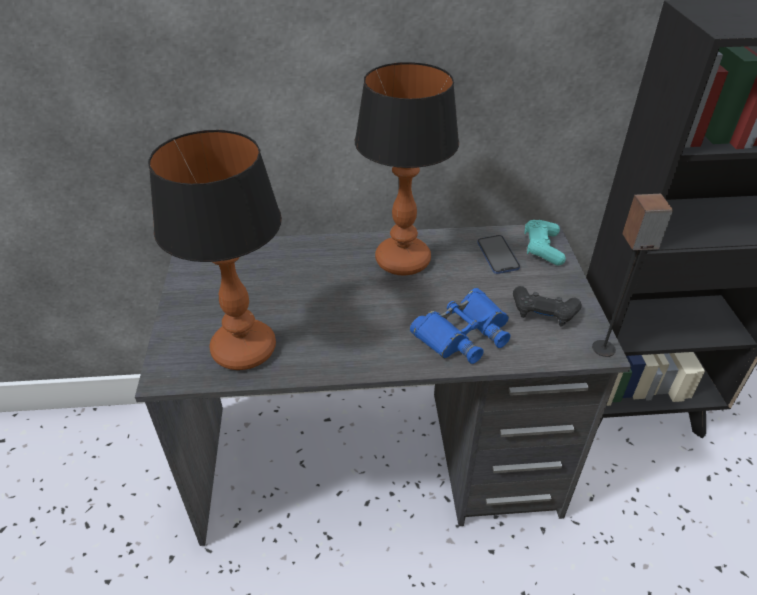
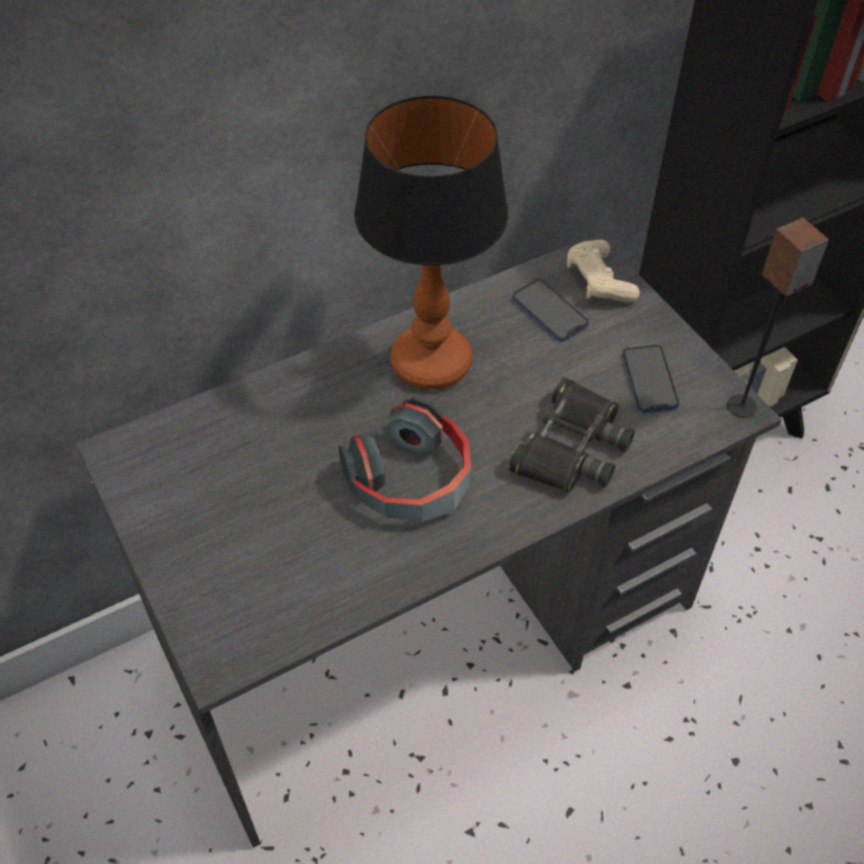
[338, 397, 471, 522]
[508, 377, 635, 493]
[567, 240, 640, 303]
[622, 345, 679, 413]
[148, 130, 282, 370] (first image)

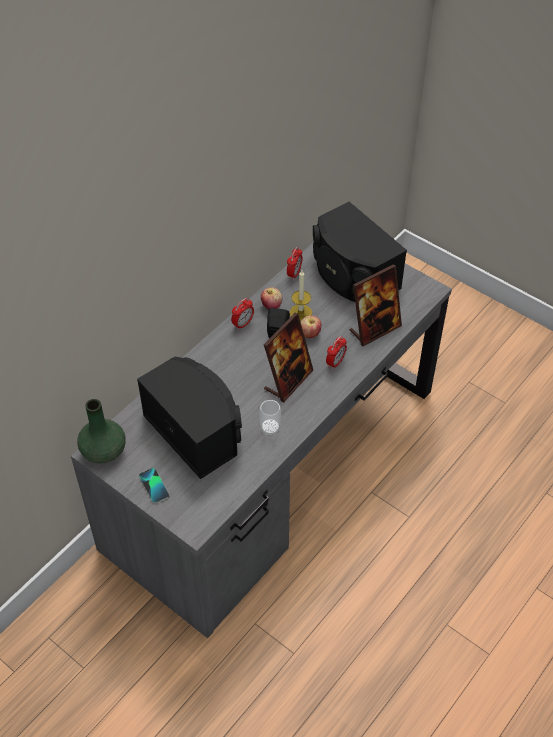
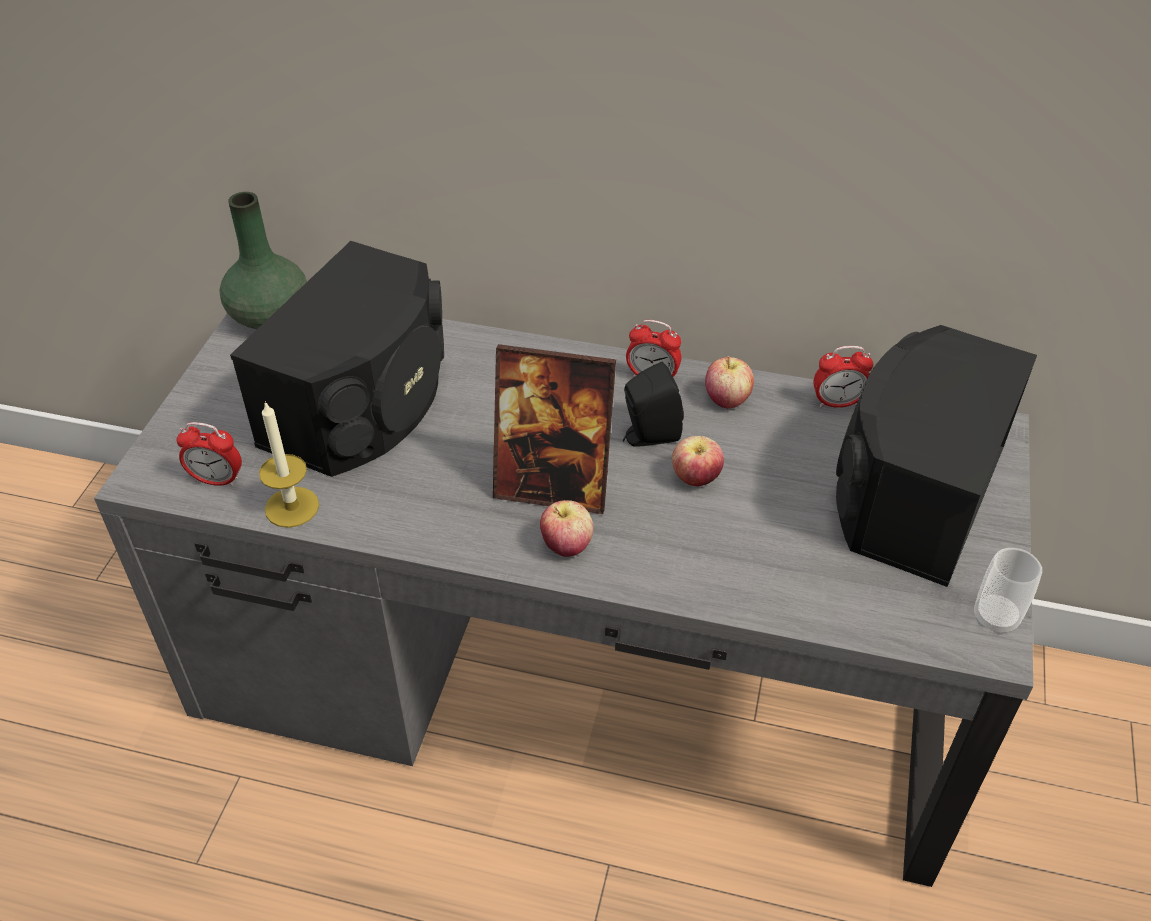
[176, 422, 242, 487]
[259, 401, 319, 528]
[540, 500, 593, 557]
[974, 548, 1042, 635]
[139, 468, 169, 504] (first image)
[350, 264, 402, 346] (first image)

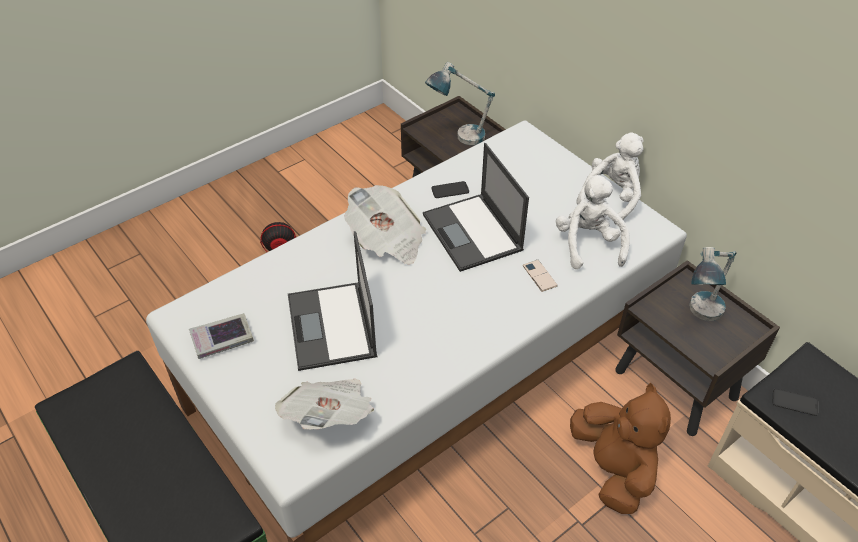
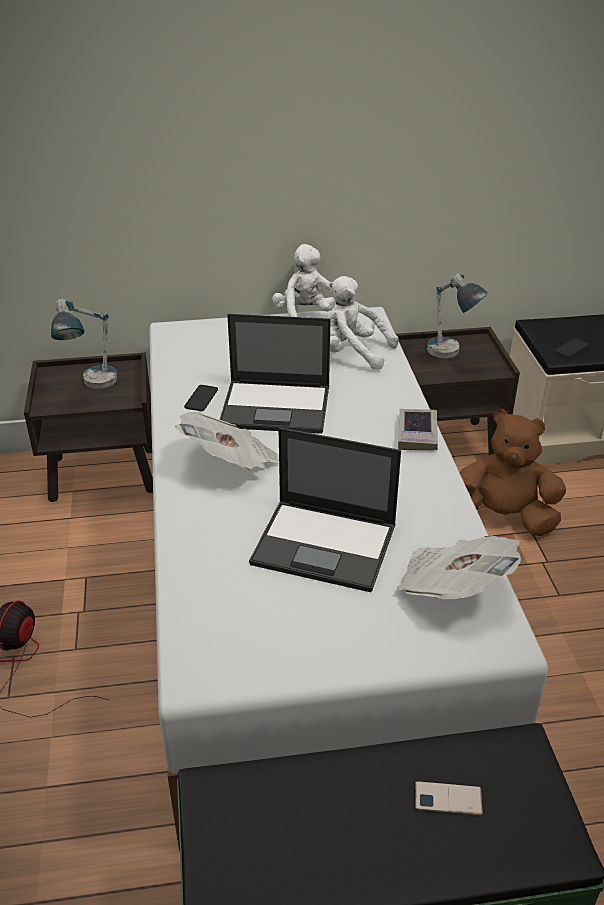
[398, 409, 438, 451]
[415, 781, 483, 815]

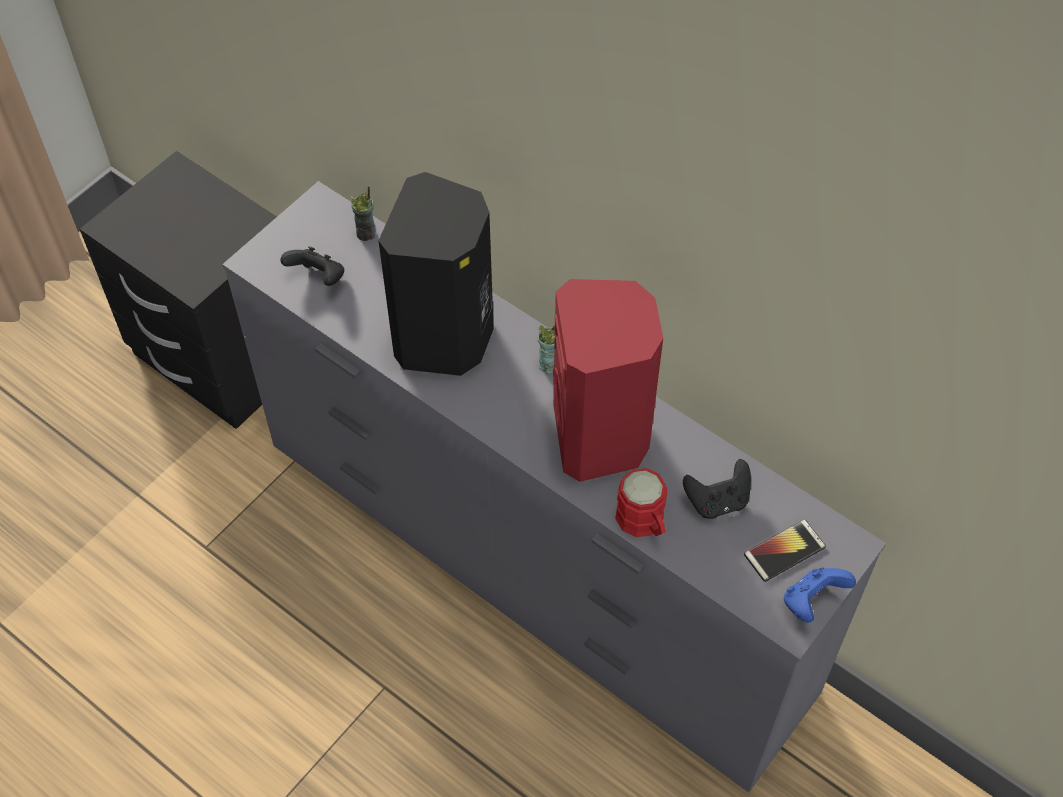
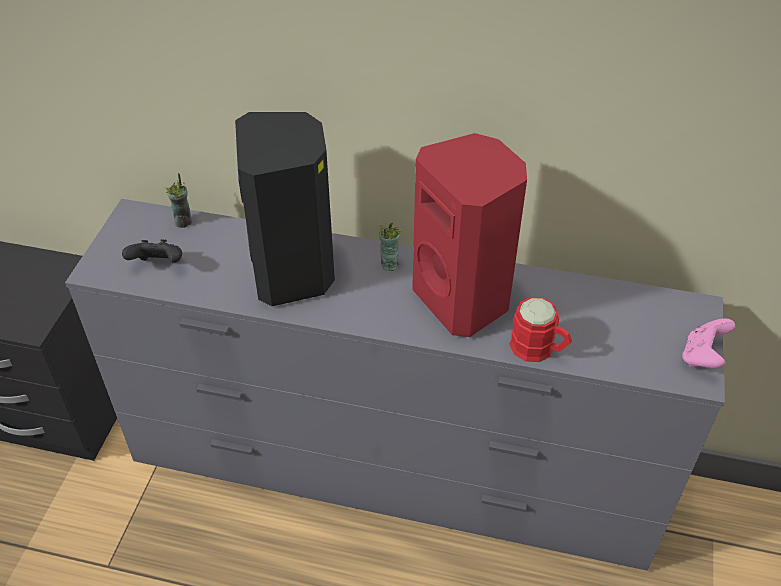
[682, 318, 736, 368]
[683, 459, 751, 519] (first image)
[744, 520, 826, 582] (first image)

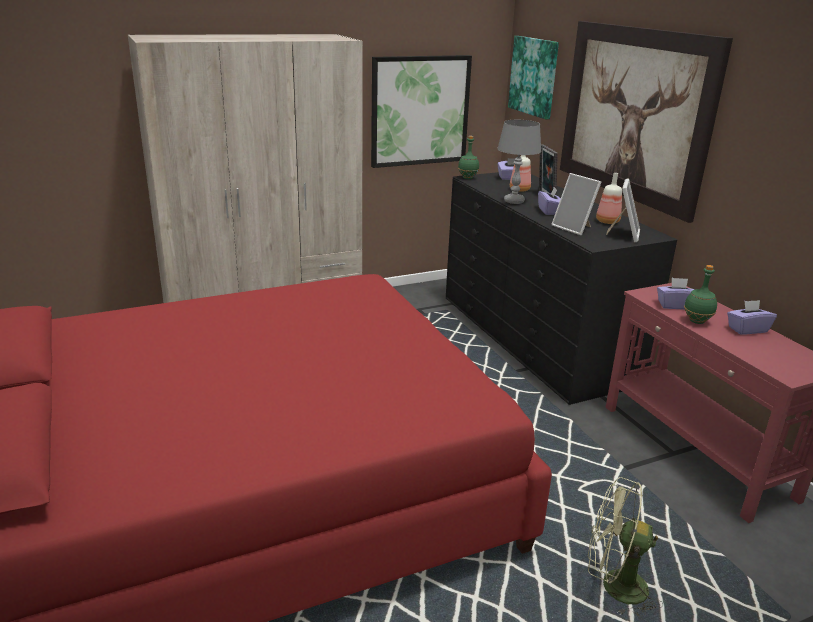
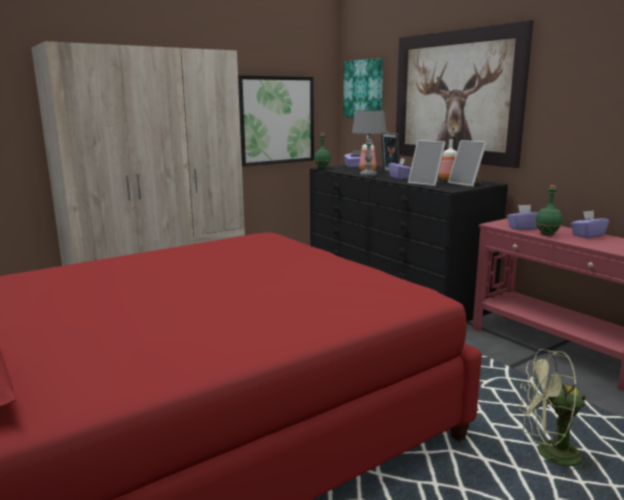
[448, 140, 487, 187]

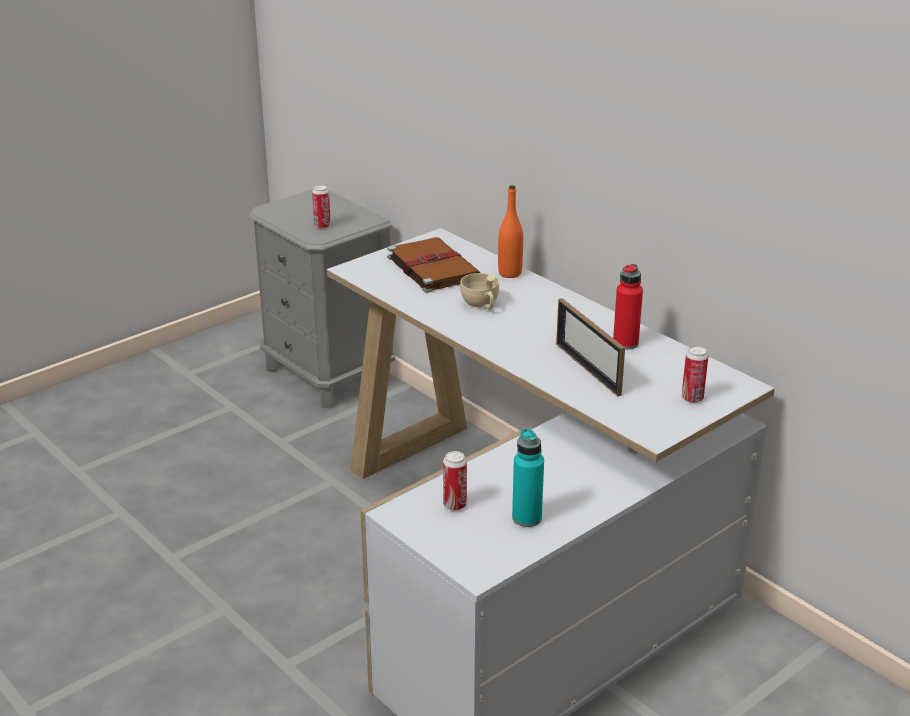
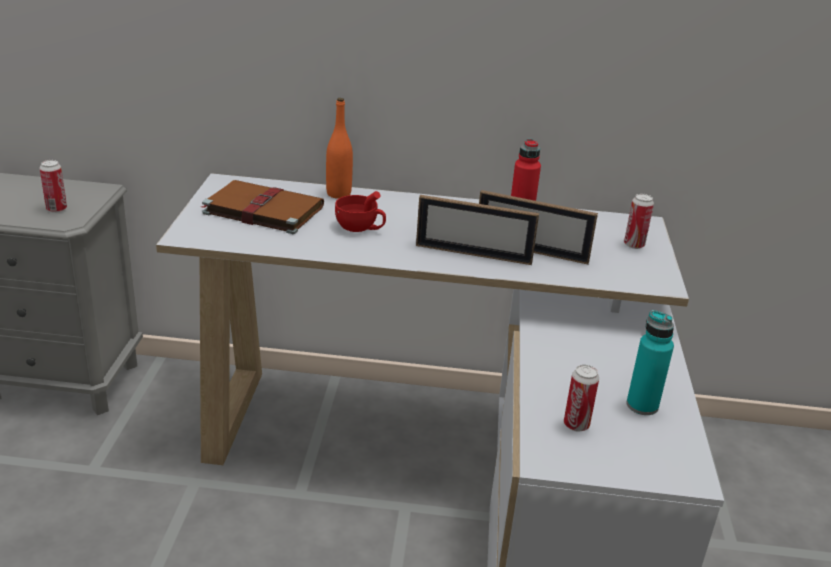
[335, 191, 386, 232]
[416, 195, 539, 265]

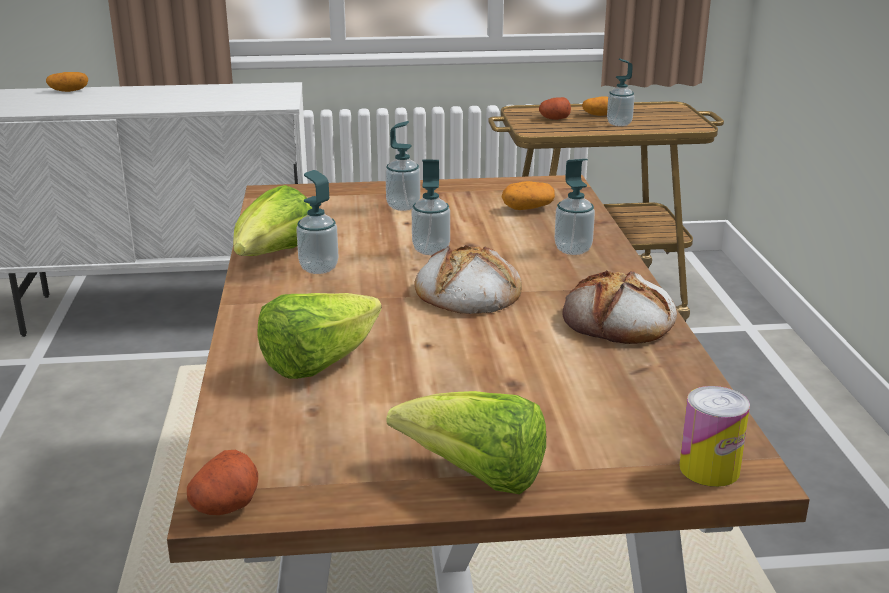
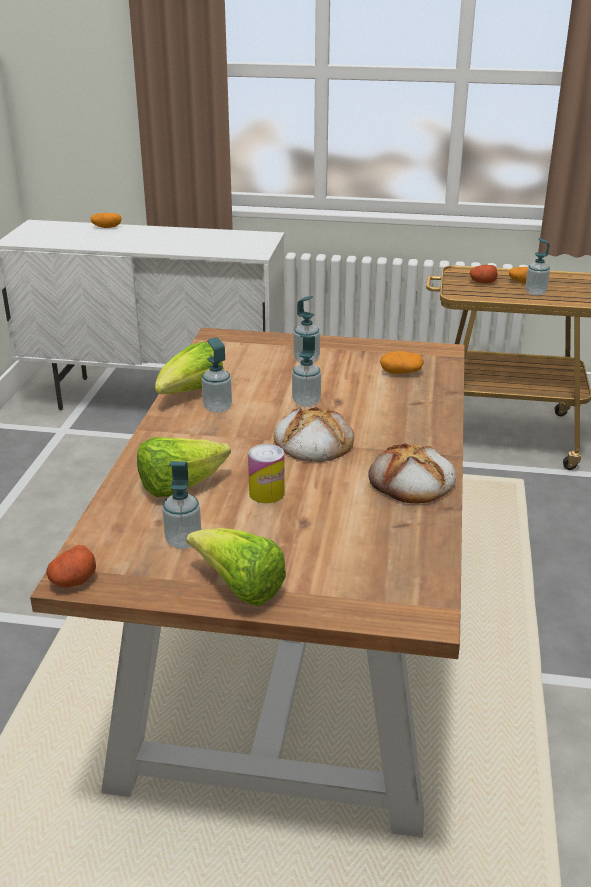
[162, 461, 201, 549]
[248, 444, 285, 503]

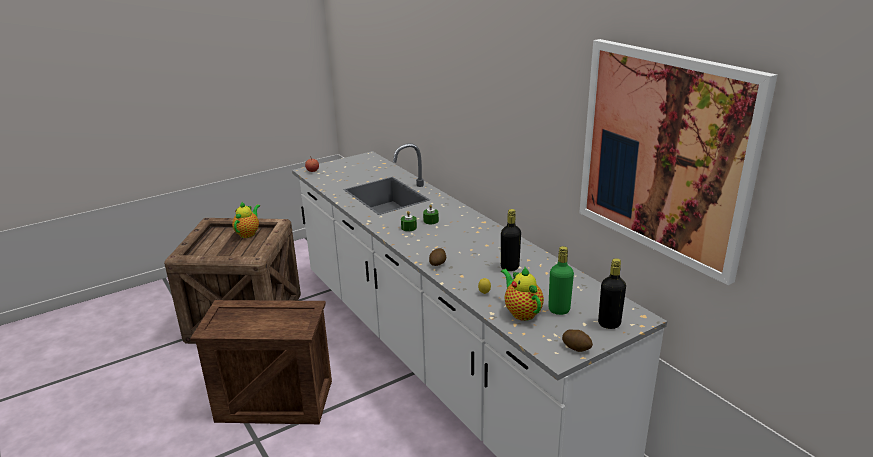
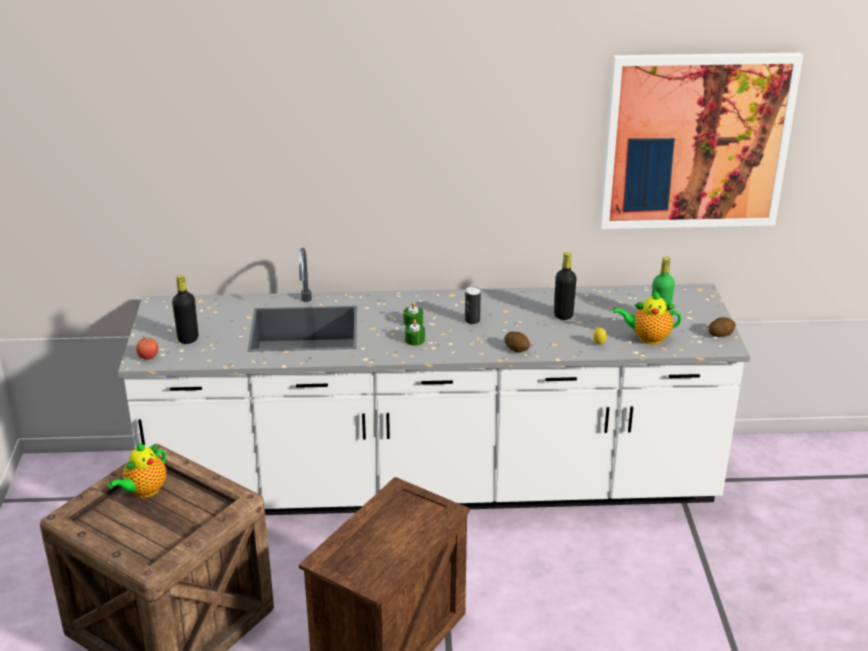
[108, 443, 166, 498]
[172, 274, 198, 344]
[465, 286, 481, 324]

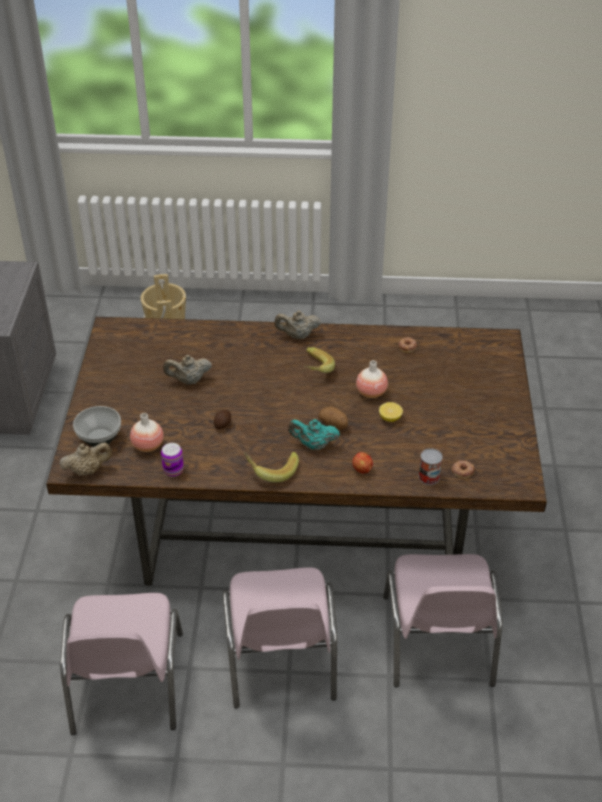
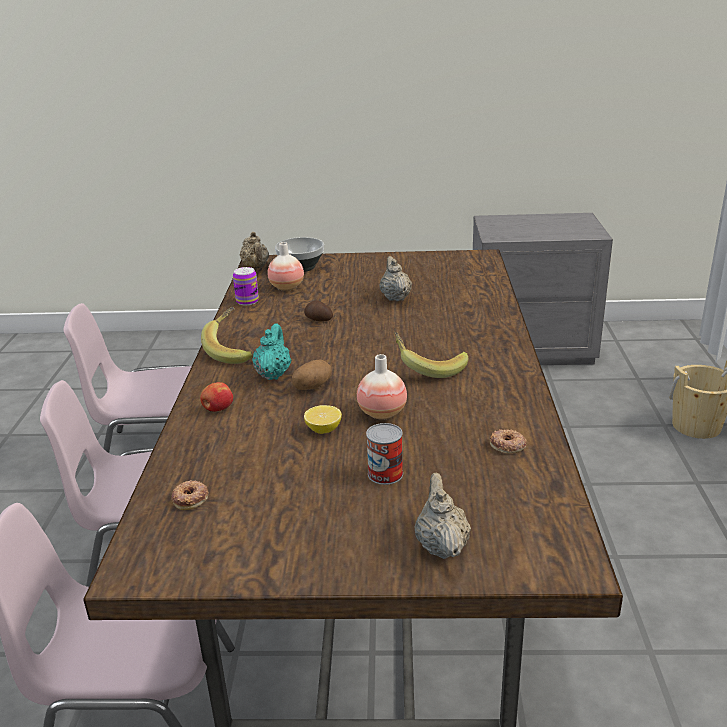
[366, 423, 403, 485]
[414, 472, 471, 559]

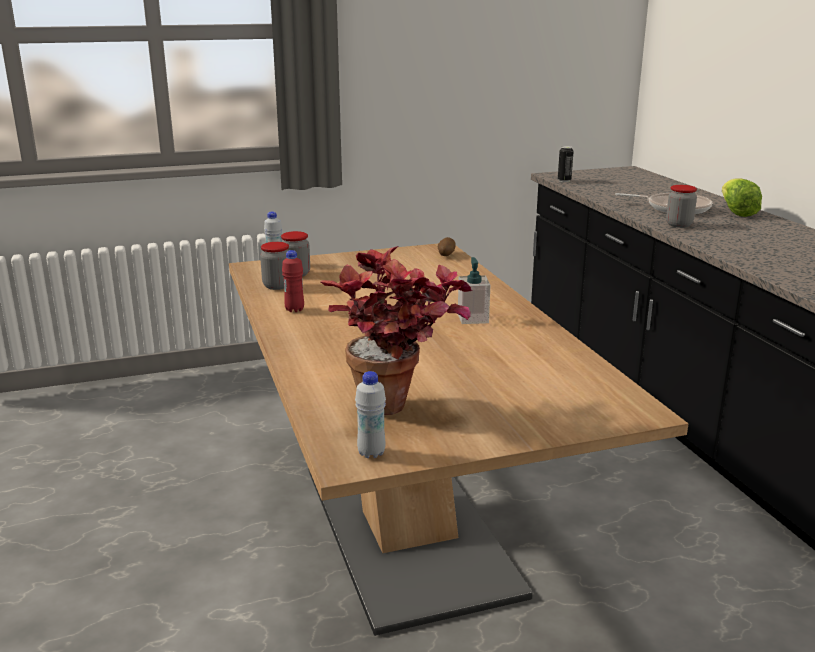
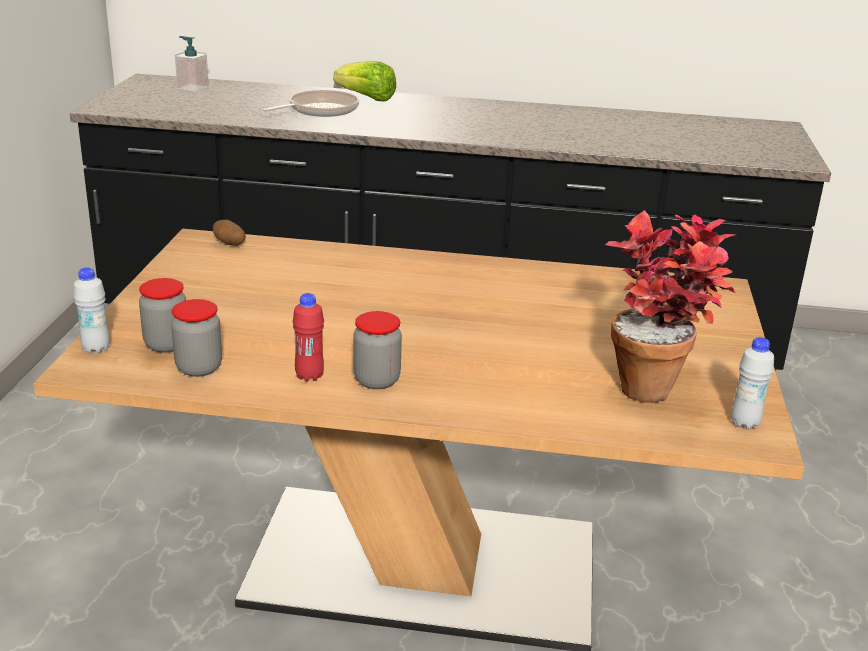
[175, 36, 209, 92]
[353, 311, 402, 389]
[558, 146, 574, 182] (first image)

